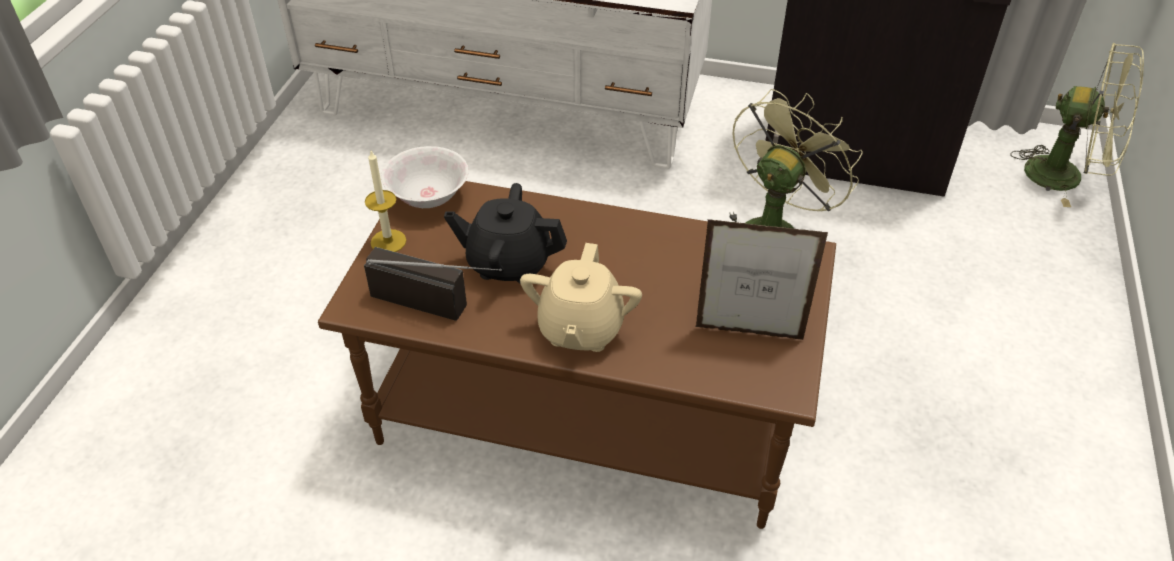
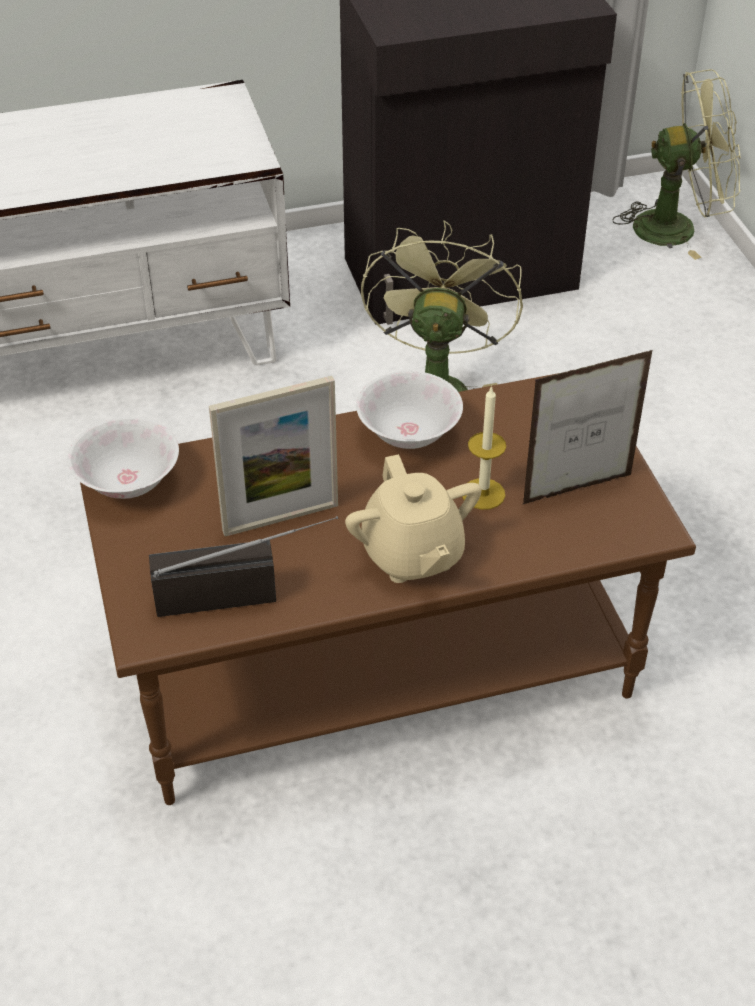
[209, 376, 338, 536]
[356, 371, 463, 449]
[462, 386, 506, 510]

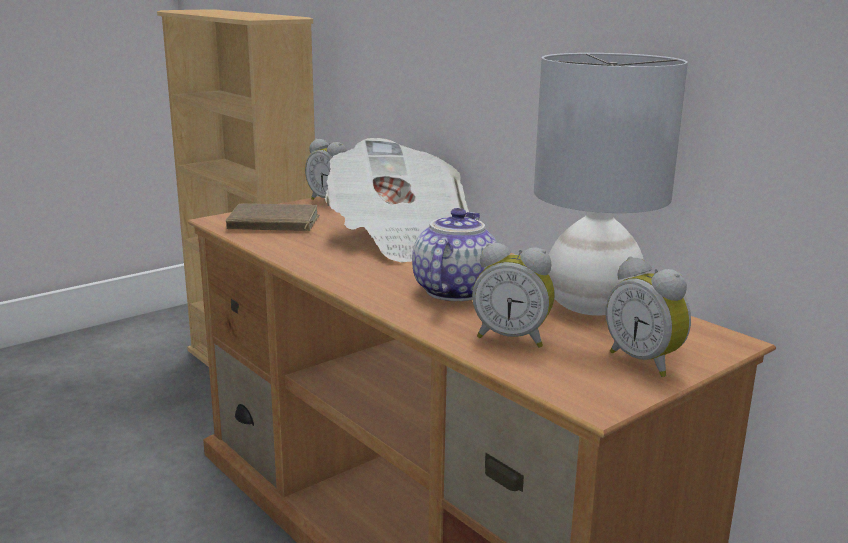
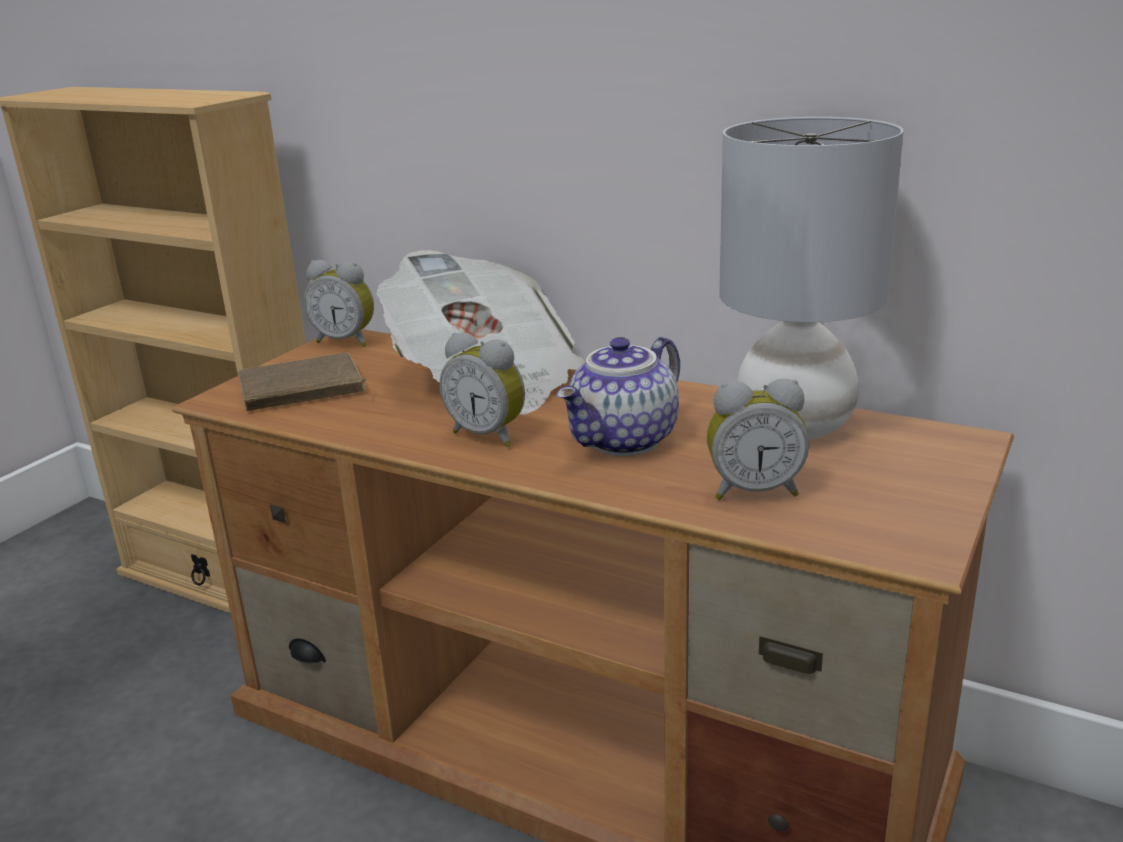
[440, 333, 525, 447]
[557, 336, 680, 456]

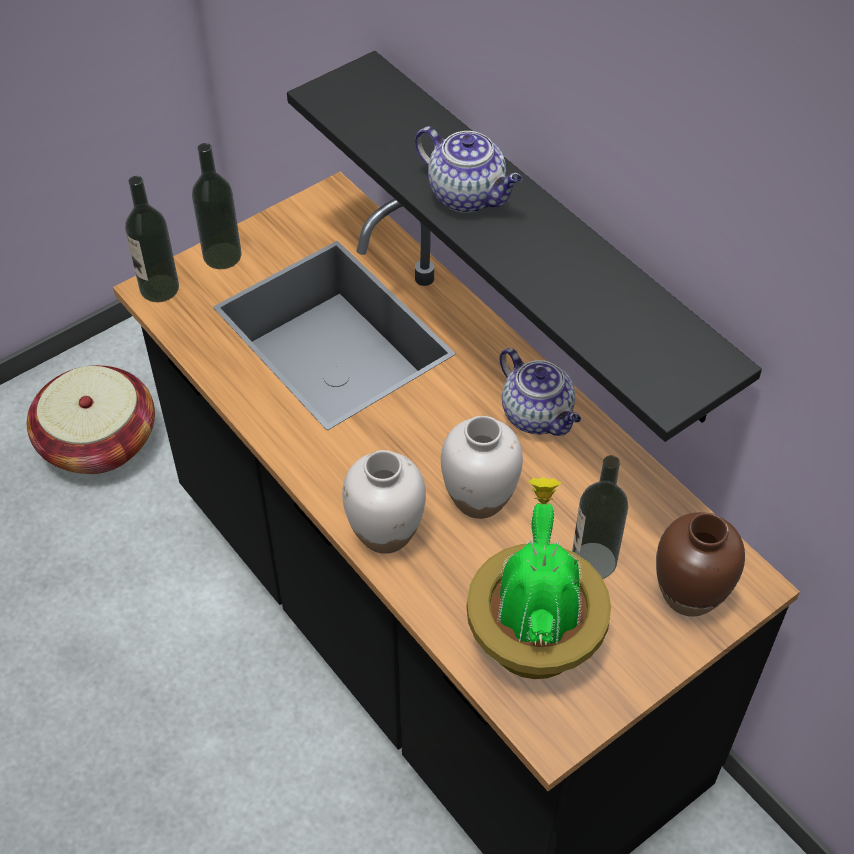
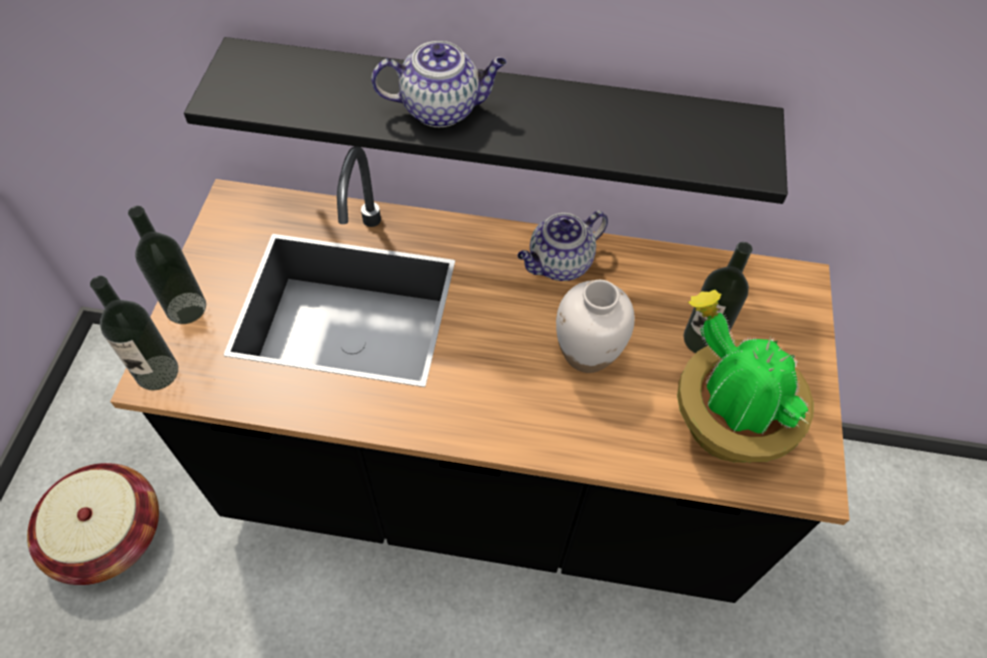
[517, 211, 608, 281]
[342, 450, 426, 554] (first image)
[656, 512, 745, 617] (first image)

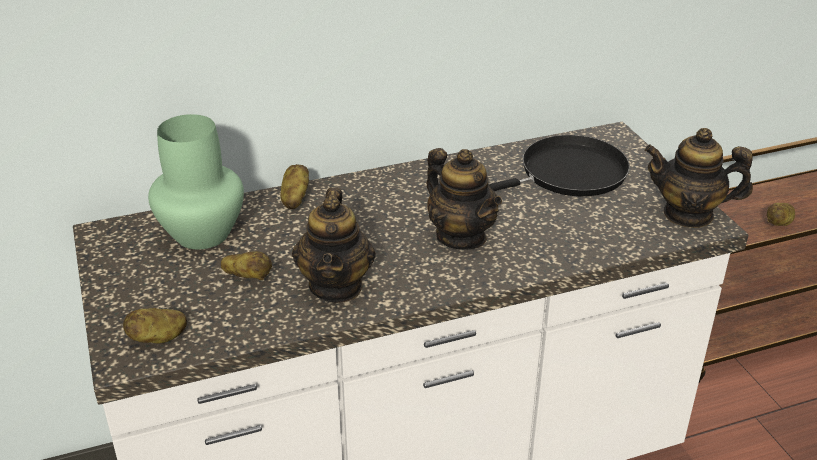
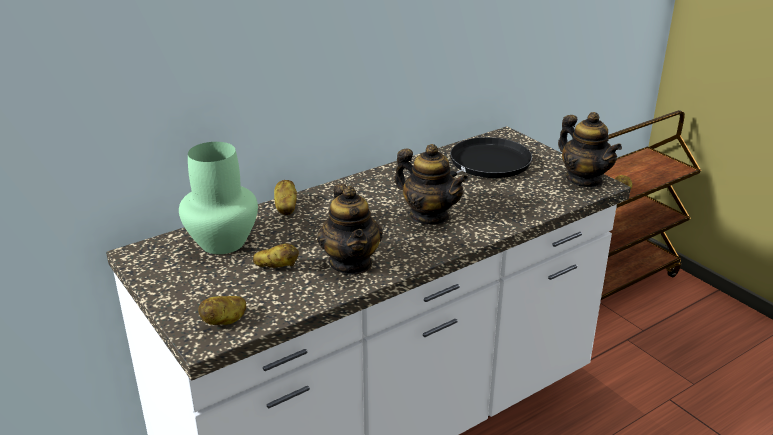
[558, 112, 622, 187]

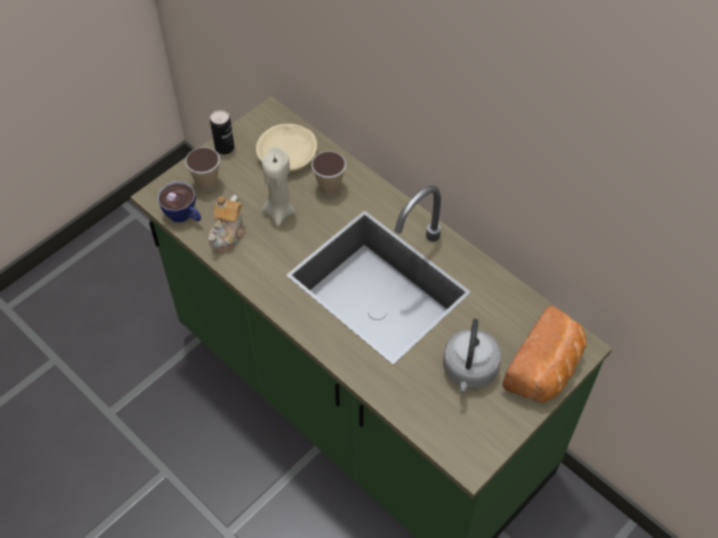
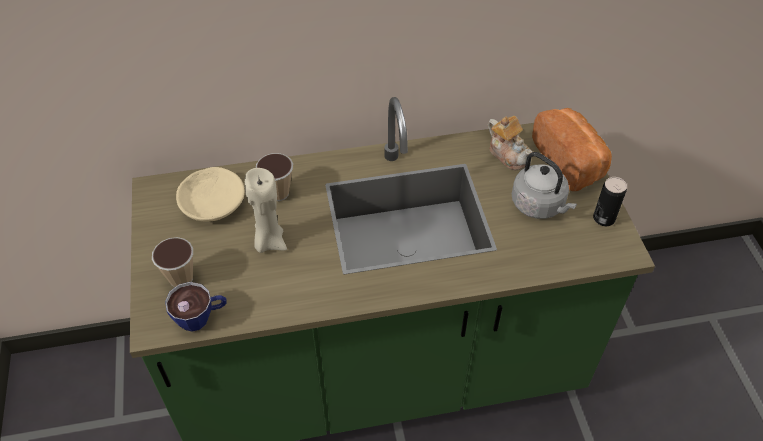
[488, 116, 532, 170]
[593, 177, 627, 226]

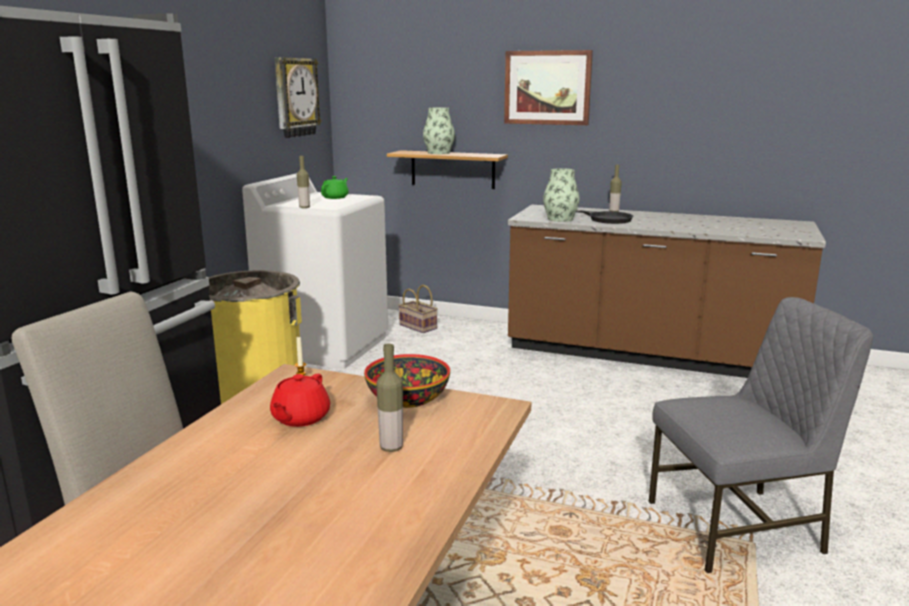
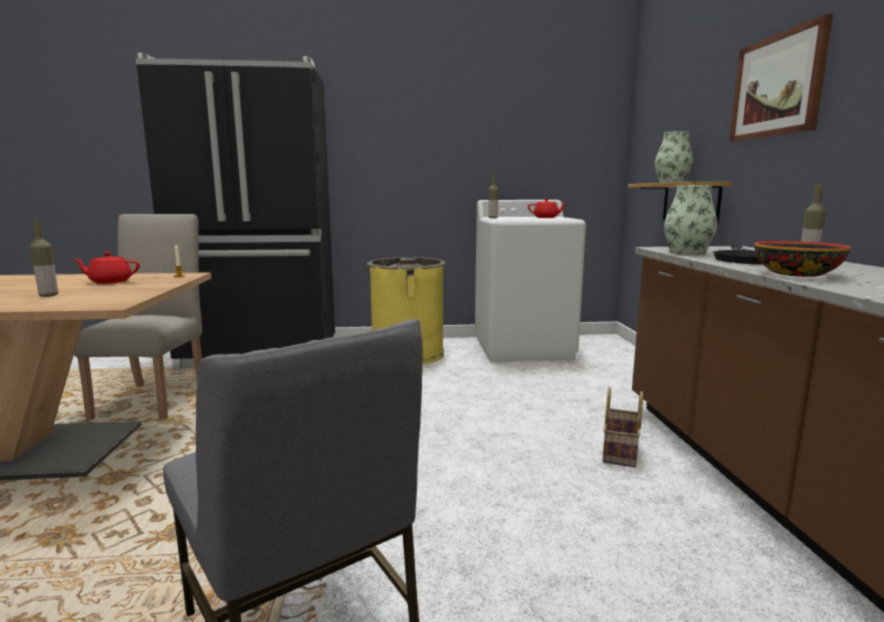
[528, 198, 568, 218]
[603, 387, 643, 468]
[754, 241, 851, 277]
[275, 57, 322, 138] (first image)

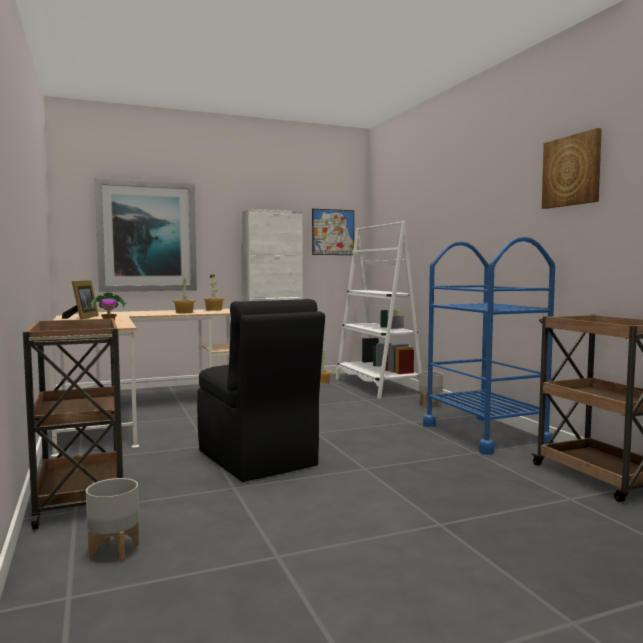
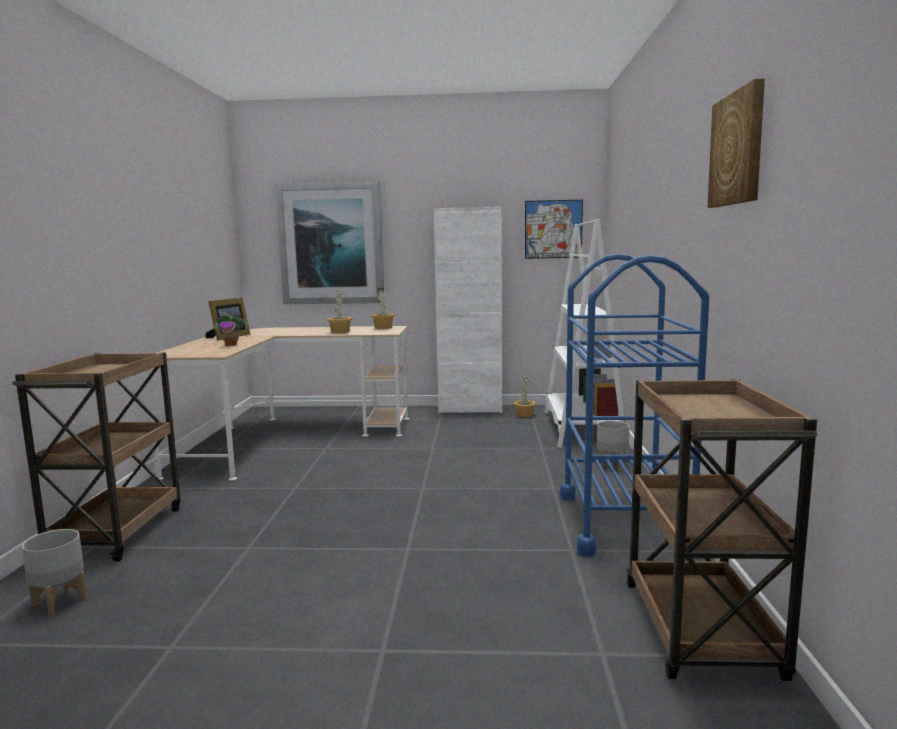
[197, 299, 325, 482] (first image)

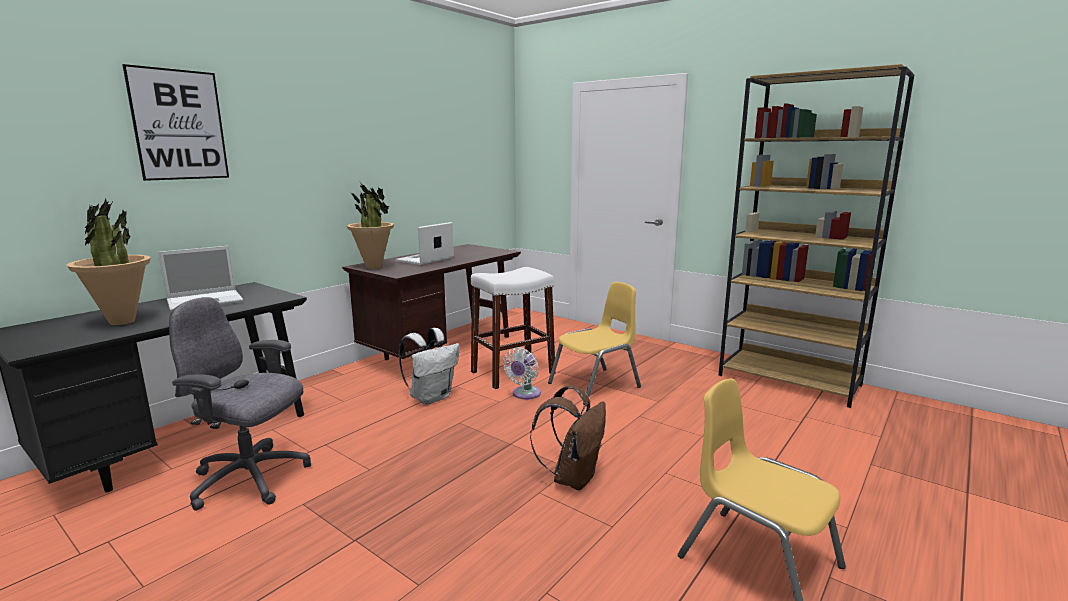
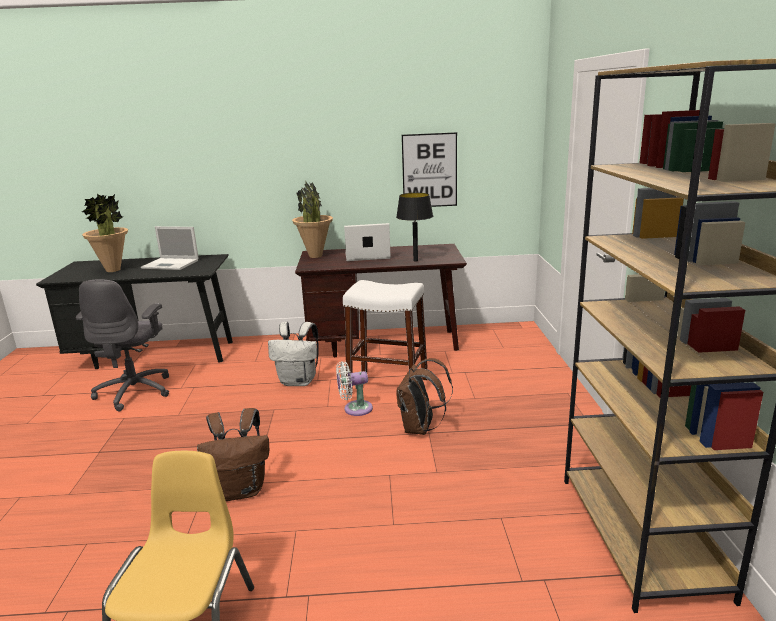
[76, 279, 169, 411]
[396, 193, 433, 261]
[396, 358, 453, 435]
[402, 132, 457, 207]

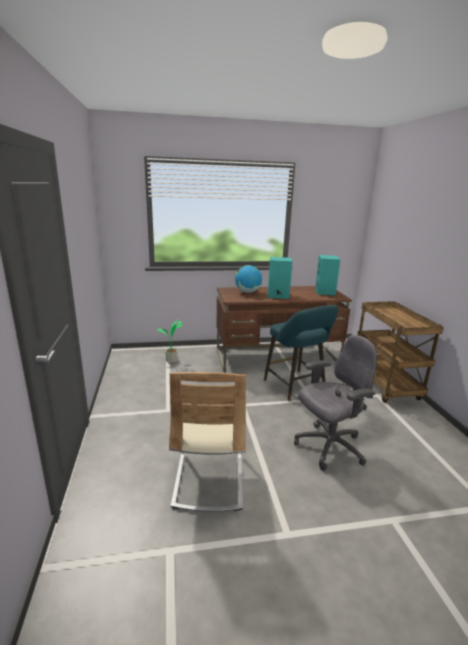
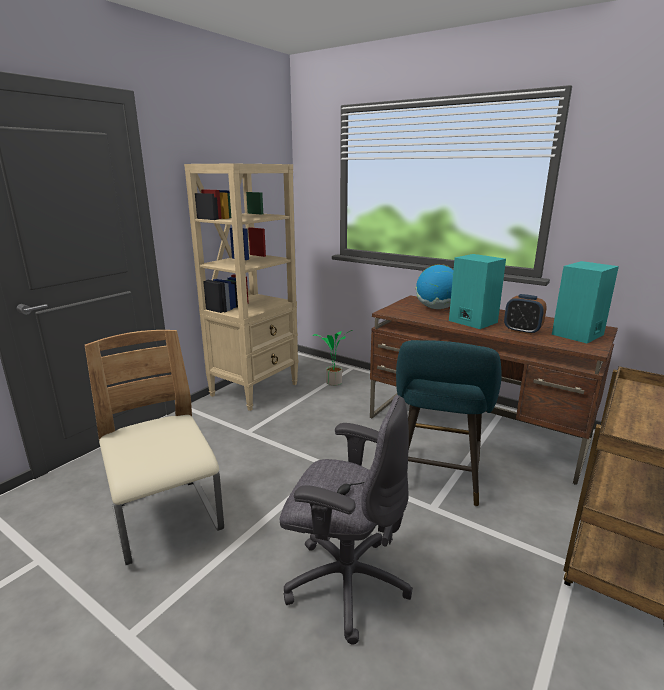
[85, 330, 224, 565]
[184, 163, 299, 411]
[504, 294, 547, 335]

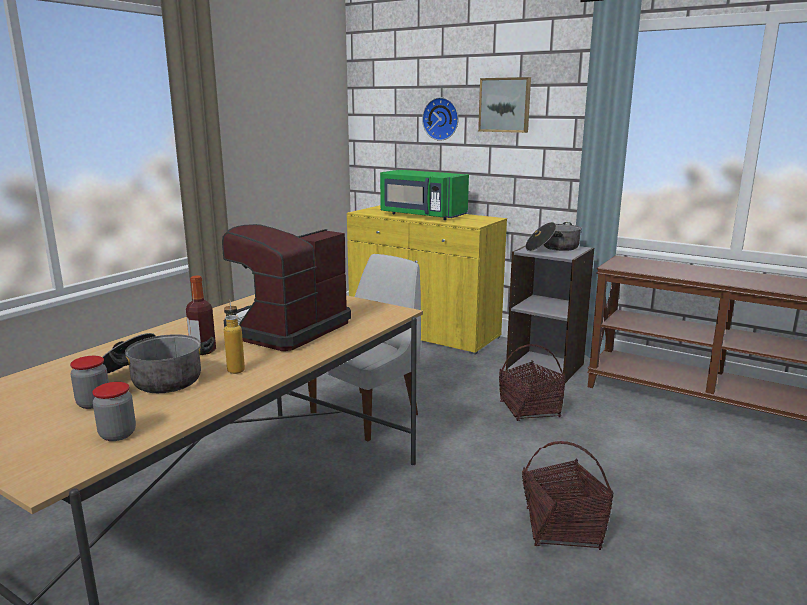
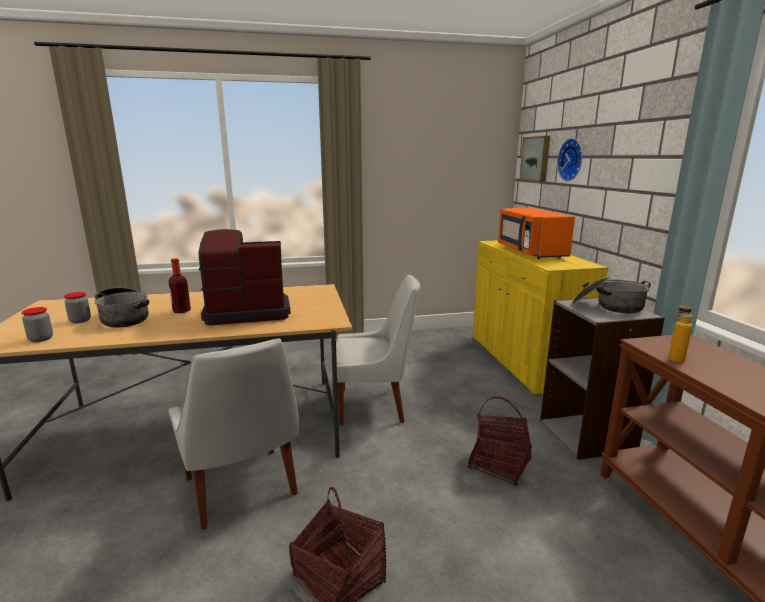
[168, 338, 299, 530]
[498, 208, 575, 259]
[519, 136, 550, 182]
[668, 300, 692, 363]

